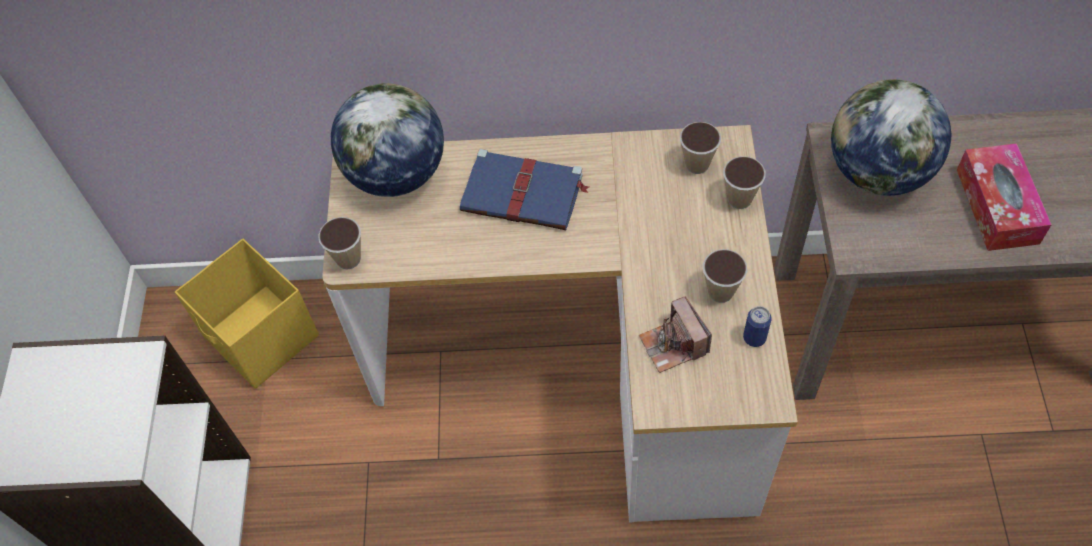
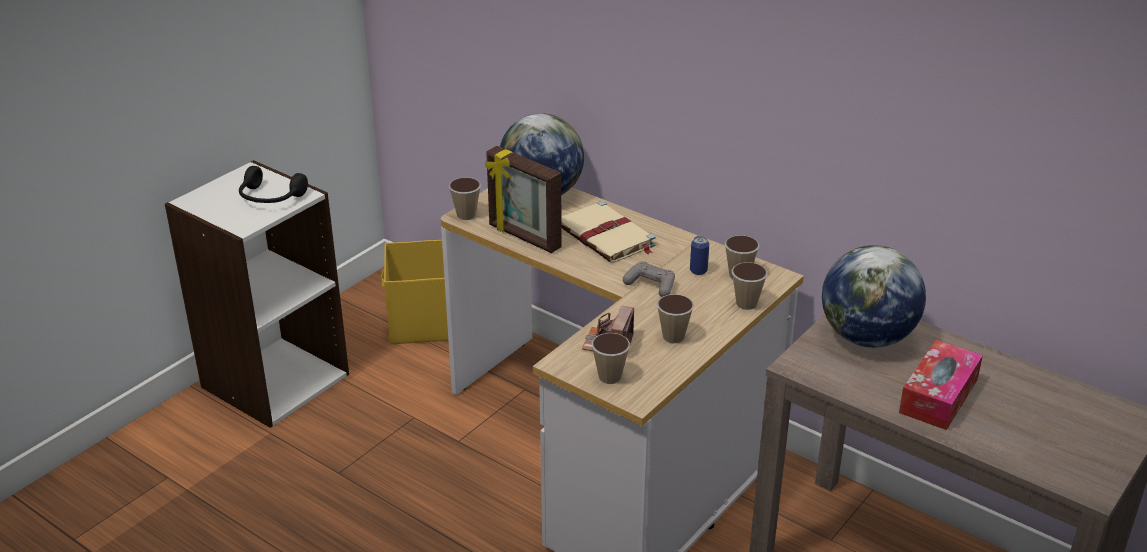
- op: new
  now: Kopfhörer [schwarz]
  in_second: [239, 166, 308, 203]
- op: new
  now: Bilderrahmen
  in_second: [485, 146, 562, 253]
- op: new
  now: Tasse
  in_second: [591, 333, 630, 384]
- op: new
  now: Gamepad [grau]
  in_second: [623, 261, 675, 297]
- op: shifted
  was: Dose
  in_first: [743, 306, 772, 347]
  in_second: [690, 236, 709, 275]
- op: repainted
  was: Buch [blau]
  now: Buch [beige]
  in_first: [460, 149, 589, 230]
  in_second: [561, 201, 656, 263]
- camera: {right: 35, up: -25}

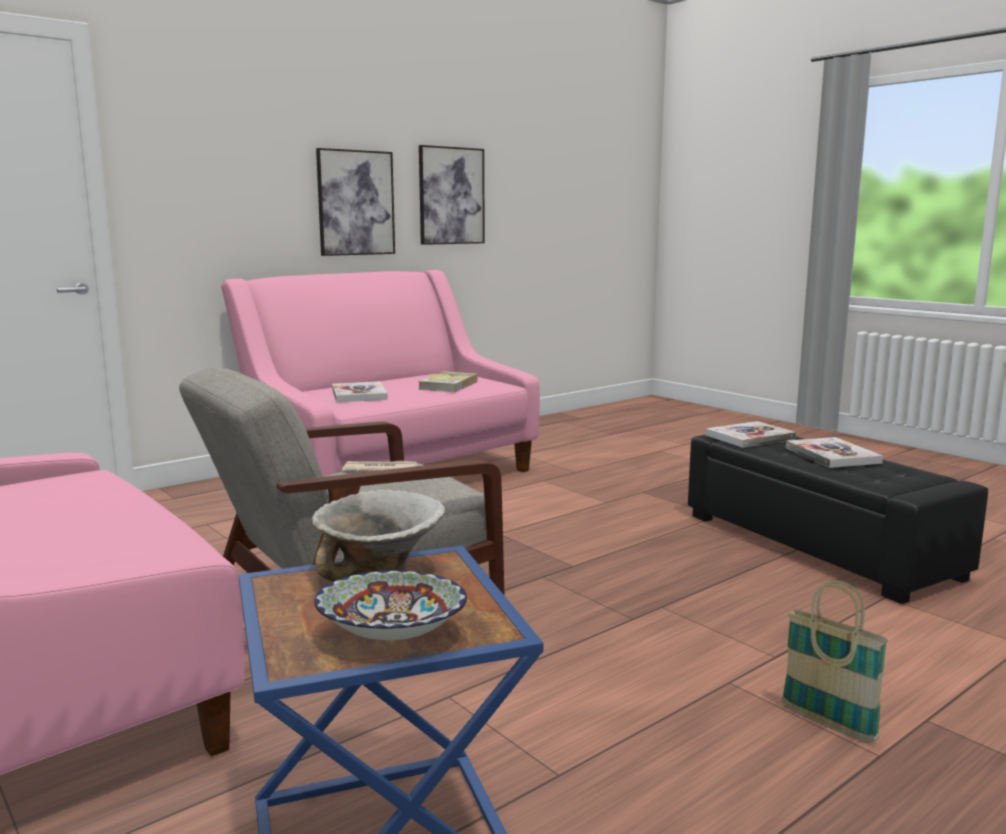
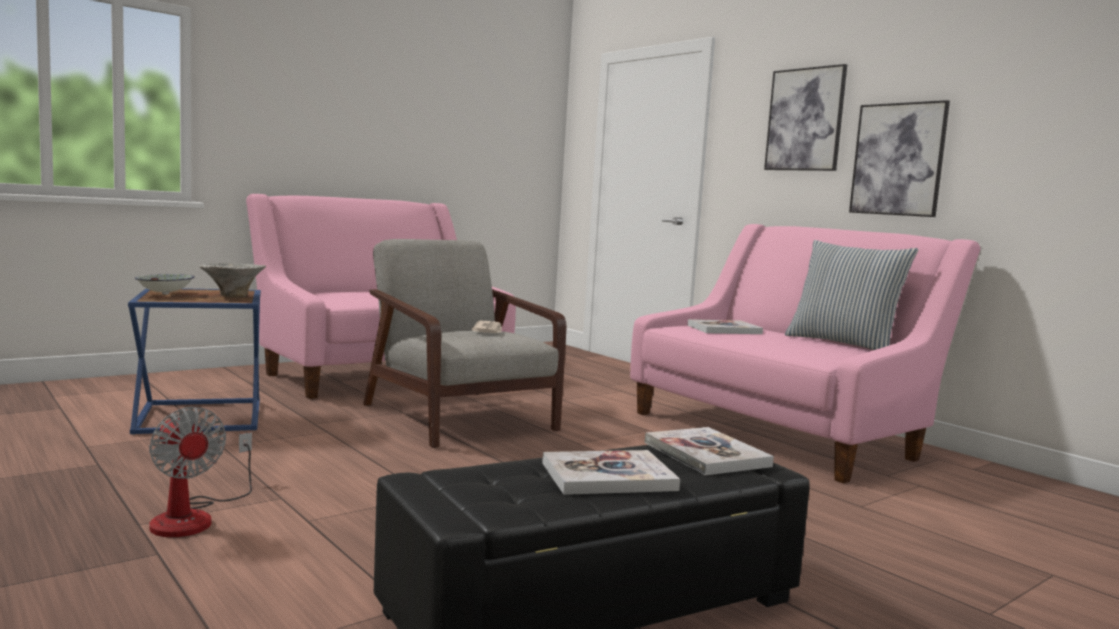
- op: gone
  was: Buch
  in_first: [418, 371, 478, 392]
- op: new
  now: Kissen
  in_second: [785, 240, 919, 350]
- op: shifted
  was: Bild
  in_first: [419, 145, 485, 245]
  in_second: [764, 64, 847, 171]
- op: swapped
  was: Korb
  now: Ventilator
  in_first: [781, 580, 888, 744]
  in_second: [149, 407, 252, 537]
- camera: {right: 90, up: -5}

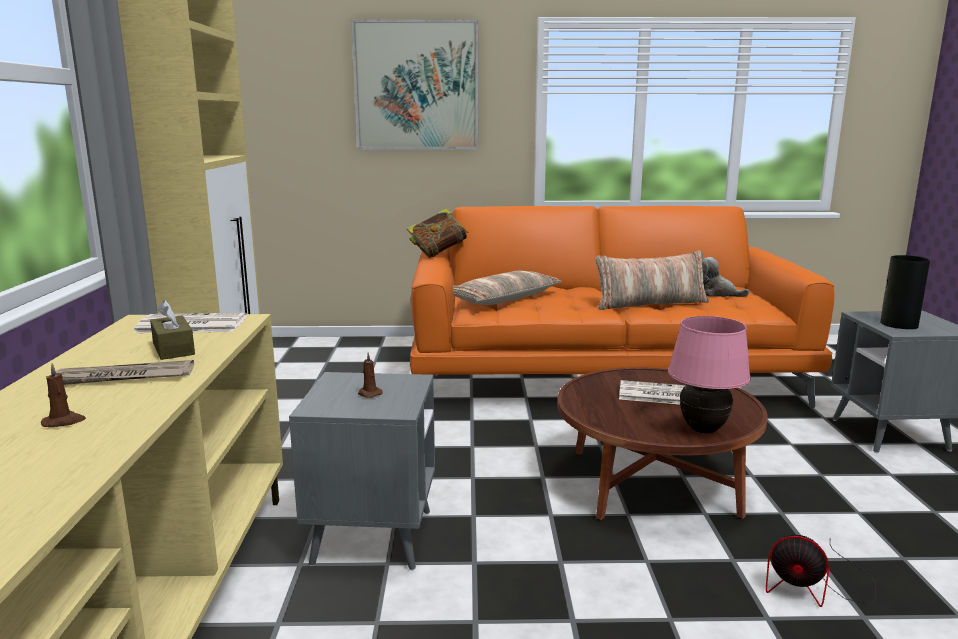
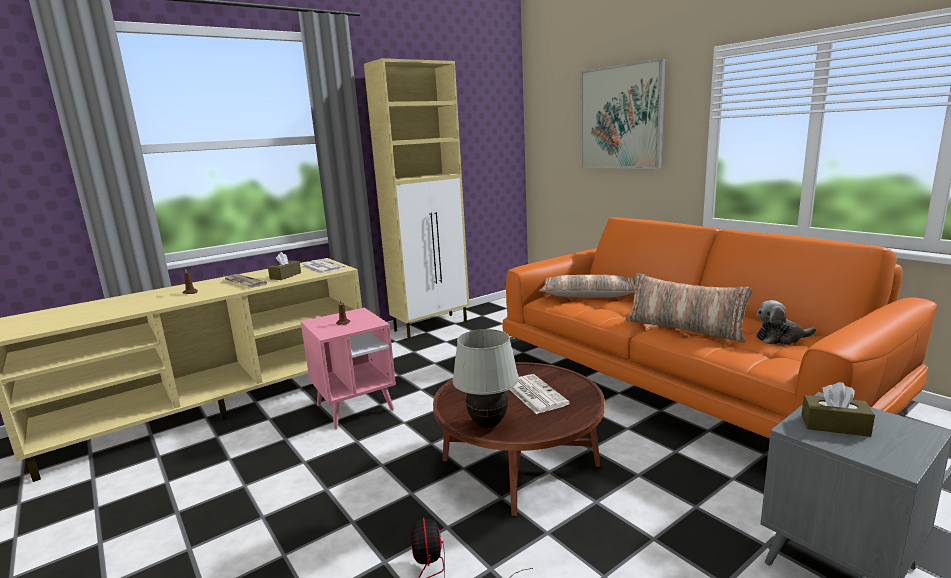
- op: gone
  was: Buch
  in_first: [407, 208, 469, 258]
- op: swapped
  was: Vase
  now: Taschentuchbox [braun]
  in_first: [880, 255, 930, 329]
  in_second: [802, 382, 875, 437]
- op: repainted
  was: Beistelltisch [grau]
  now: Beistelltisch [rosa]
  in_first: [289, 372, 435, 571]
  in_second: [301, 308, 396, 429]
- op: repainted
  was: Tischlampe [rosa]
  now: Tischlampe [weiß]
  in_first: [668, 316, 751, 433]
  in_second: [452, 329, 519, 428]
- op: rotated
  was: Plüschtier
  in_first: [702, 257, 750, 297]
  in_second: [756, 300, 816, 345]
  clockwise: -90
- camera: {right: 55, up: 0}

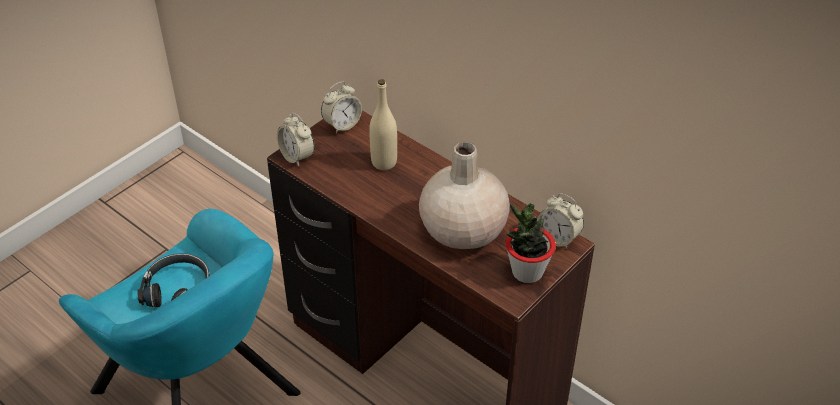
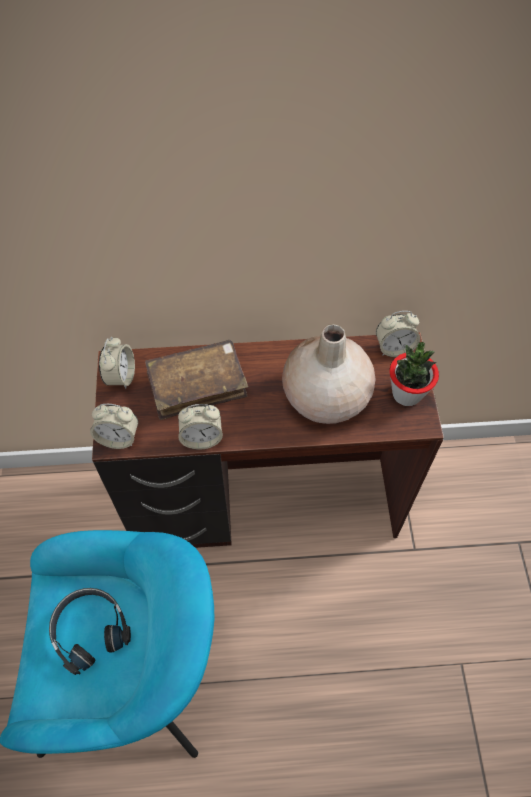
- op: new
  now: Wecker
  in_second: [178, 404, 223, 450]
- op: swapped
  was: Flasche [beige]
  now: Buch [braun]
  in_first: [369, 79, 397, 170]
  in_second: [145, 340, 248, 420]
- camera: {right: -45, up: 15}

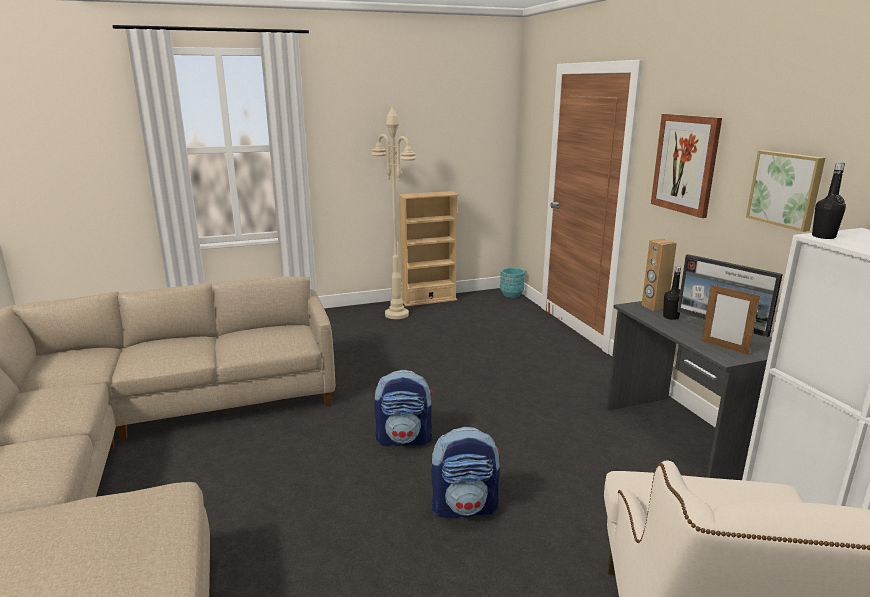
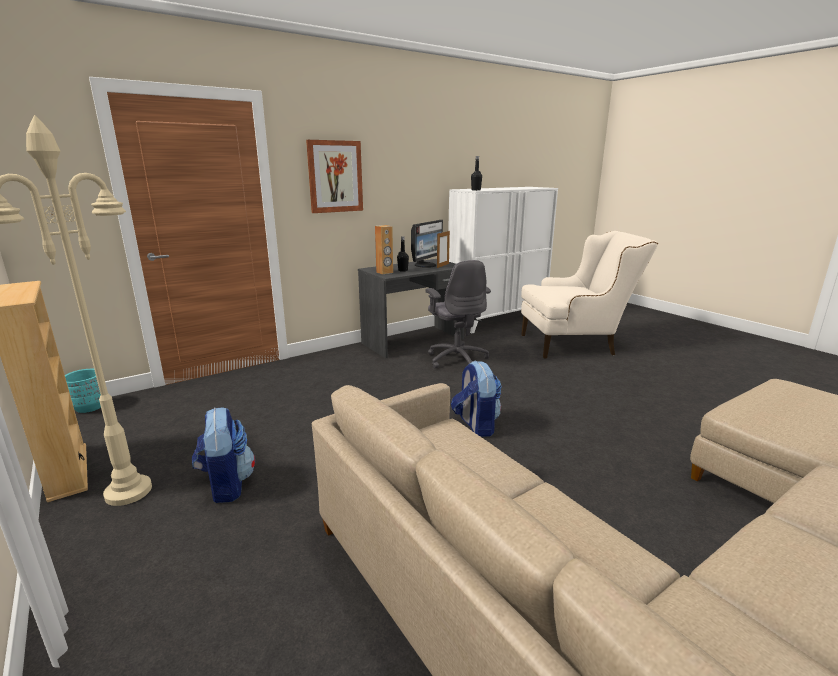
- op: gone
  was: Bild
  in_first: [746, 150, 825, 232]
- op: new
  now: Bürostuhl [grau]
  in_second: [425, 260, 491, 368]
- op: shifted
  was: Rucksack
  in_first: [432, 426, 500, 517]
  in_second: [192, 407, 255, 503]
- camera: {right: -105, up: 0}

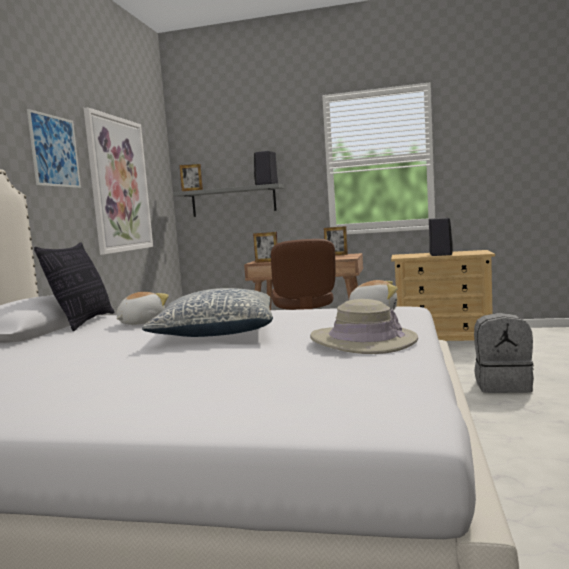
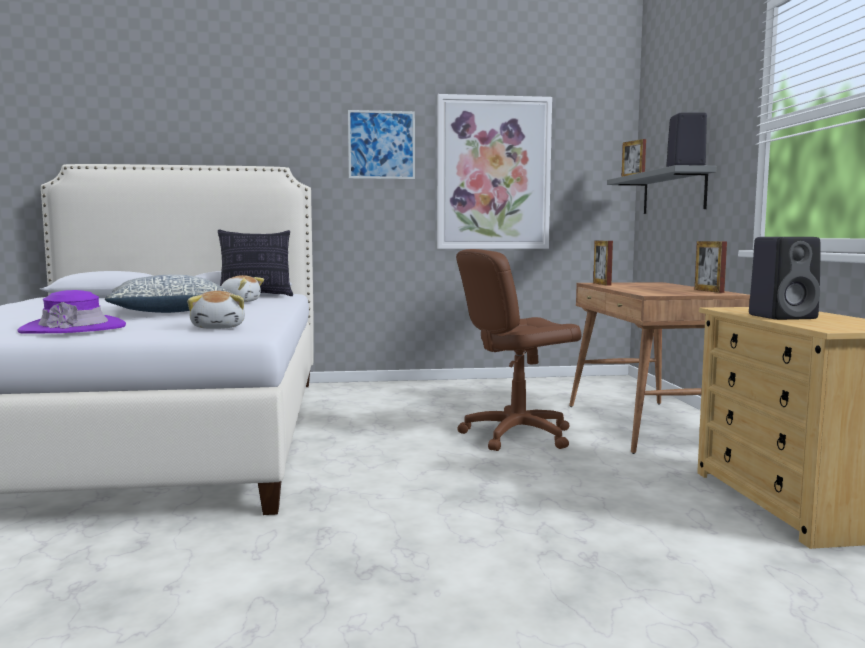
- op: gone
  was: Rucksack [grau]
  in_first: [474, 313, 534, 393]
- op: repainted
  was: Hut [beige]
  now: Hut [lila]
  in_first: [310, 299, 418, 354]
  in_second: [17, 290, 126, 334]
- camera: {right: 70, up: 0}

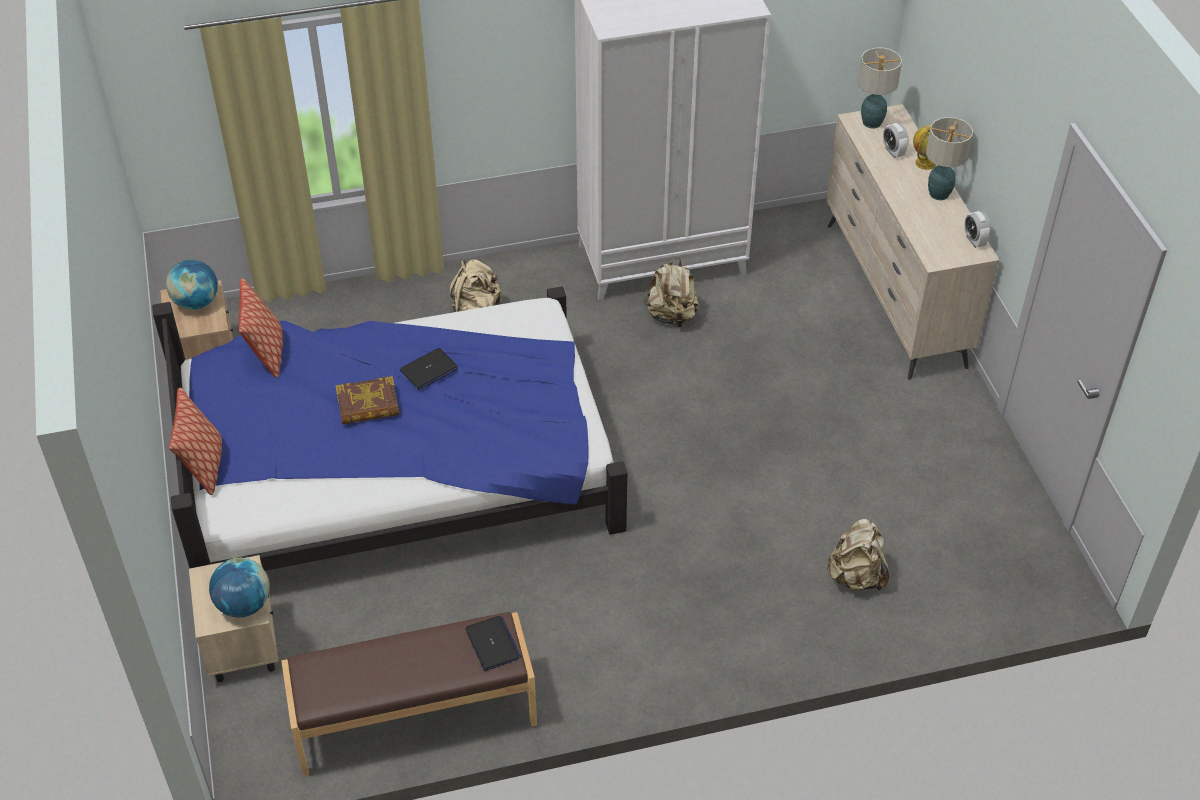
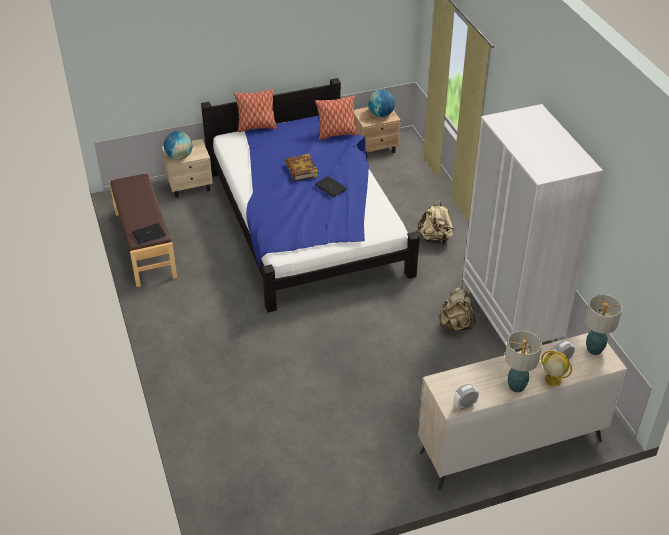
- op: gone
  was: Rucksack [beige]
  in_first: [827, 518, 890, 591]
- camera: {right: 85, up: -5}

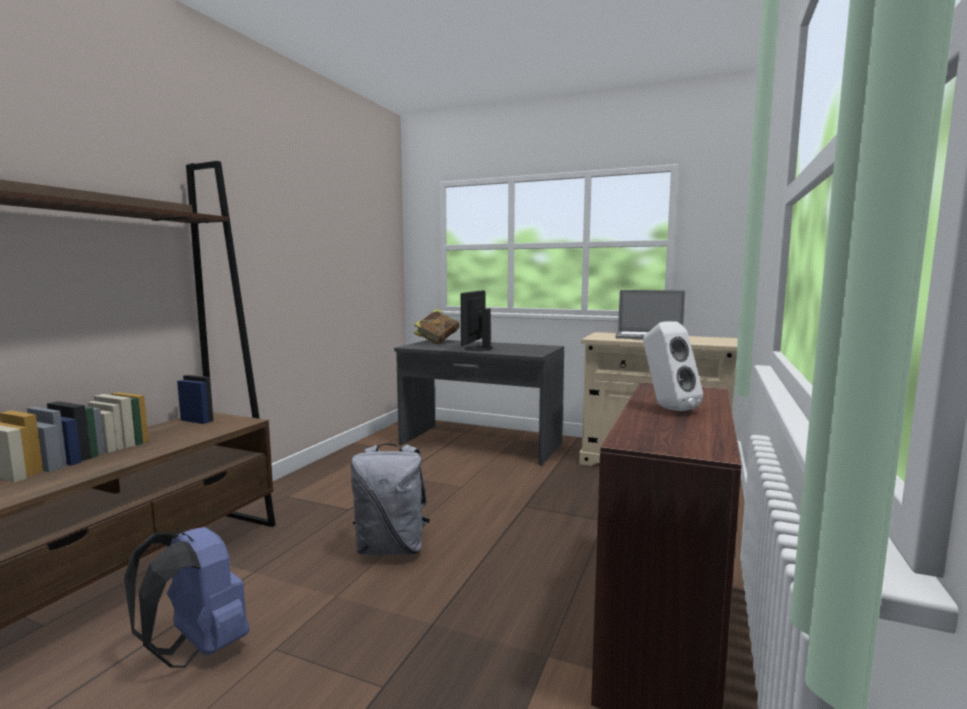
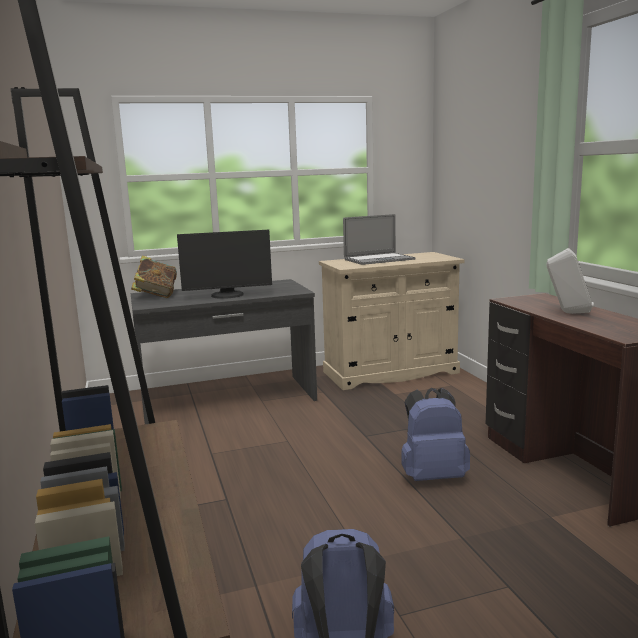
- op: gone
  was: Rucksack [grau]
  in_first: [350, 443, 430, 556]
- op: new
  now: Rucksack [blau]
  in_second: [401, 388, 470, 481]
- op: rotated
  was: Monitor
  in_first: [461, 290, 493, 351]
  in_second: [177, 230, 272, 299]
  clockwise: -75
- camera: {right: -40, up: 5}

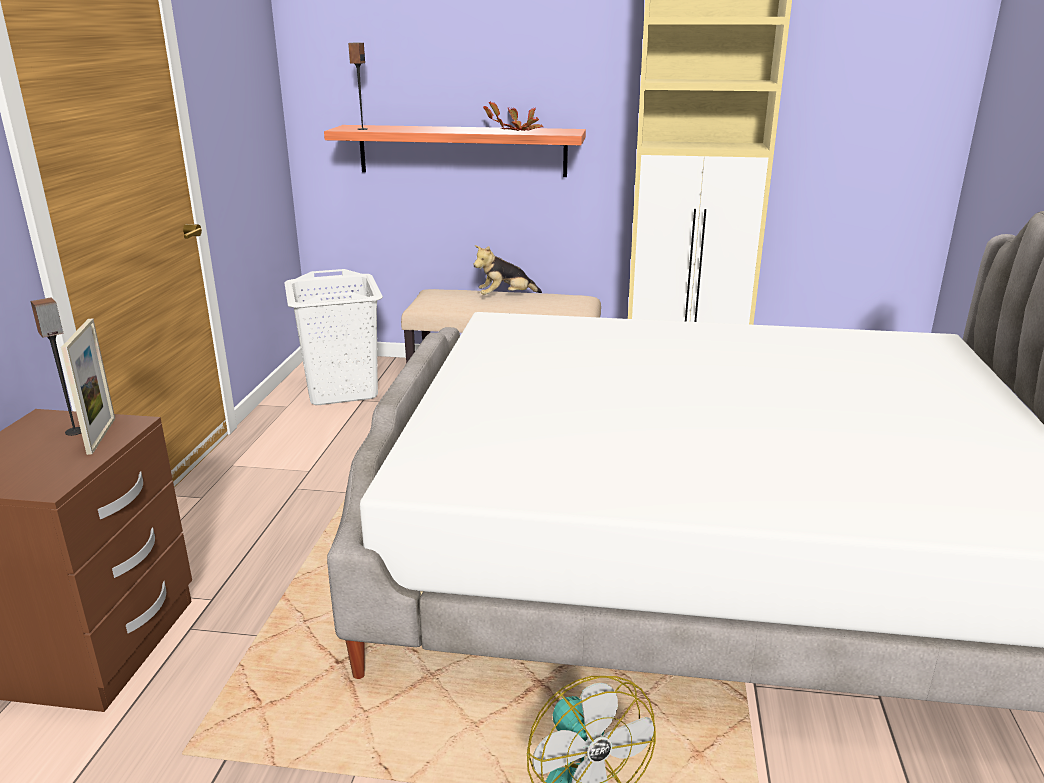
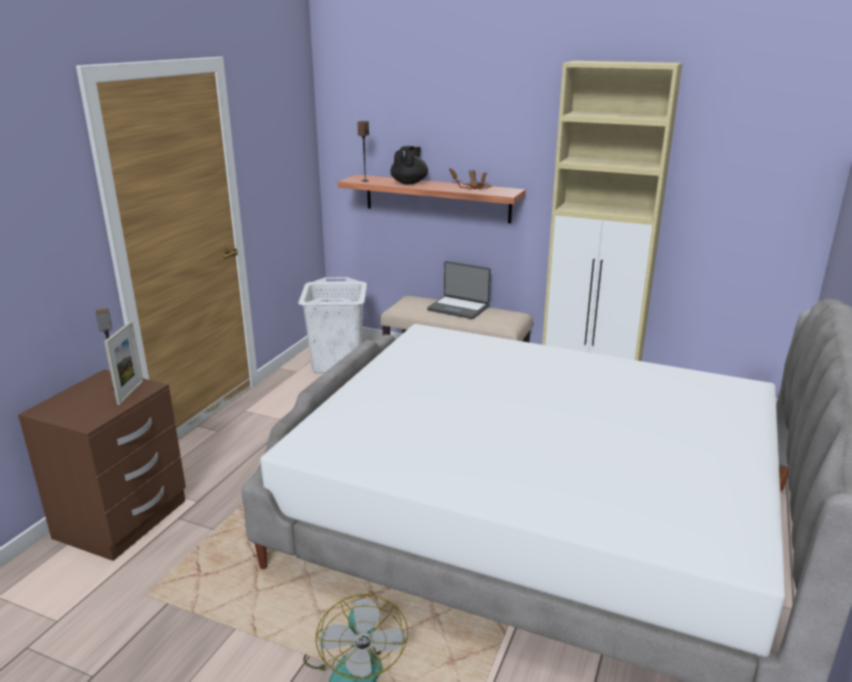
- op: new
  now: Teekanne [schwarz]
  in_second: [390, 146, 428, 184]
- op: swapped
  was: Plüschtier
  now: Laptop
  in_first: [473, 245, 542, 295]
  in_second: [427, 261, 491, 319]
- camera: {right: 15, up: 0}

